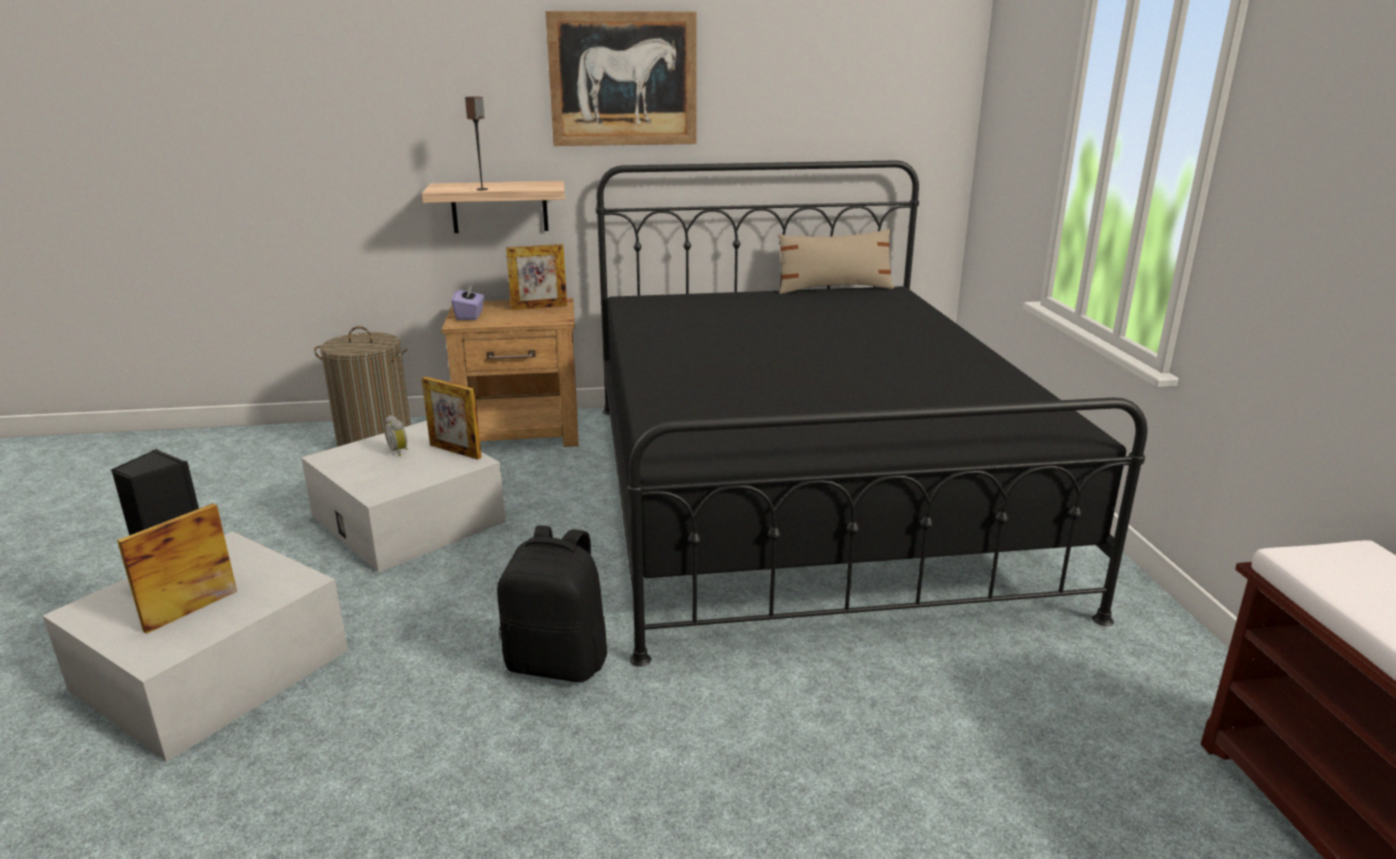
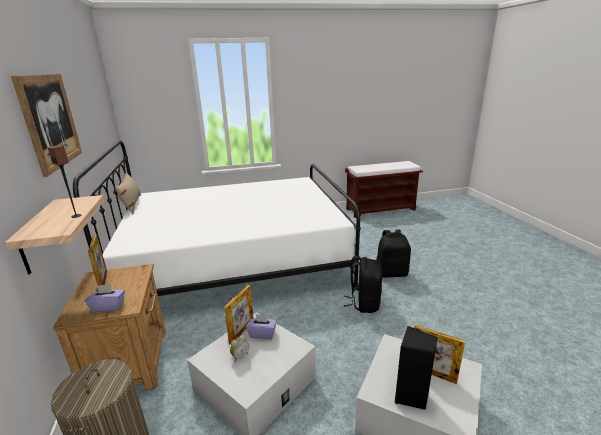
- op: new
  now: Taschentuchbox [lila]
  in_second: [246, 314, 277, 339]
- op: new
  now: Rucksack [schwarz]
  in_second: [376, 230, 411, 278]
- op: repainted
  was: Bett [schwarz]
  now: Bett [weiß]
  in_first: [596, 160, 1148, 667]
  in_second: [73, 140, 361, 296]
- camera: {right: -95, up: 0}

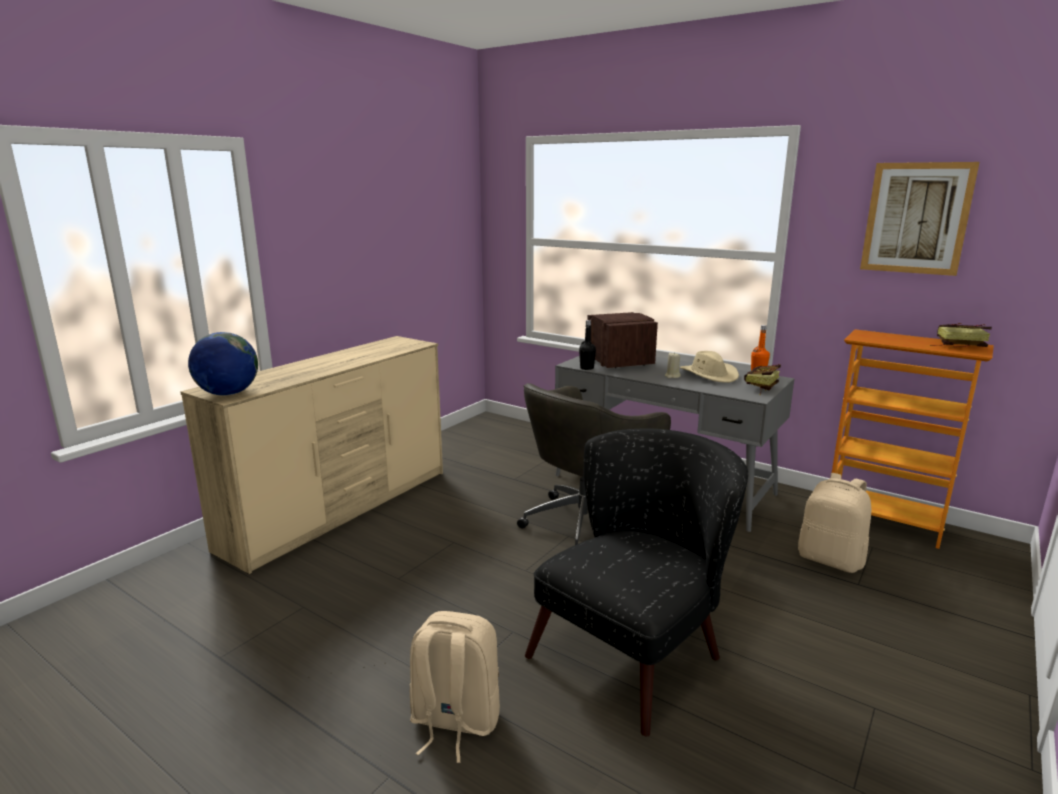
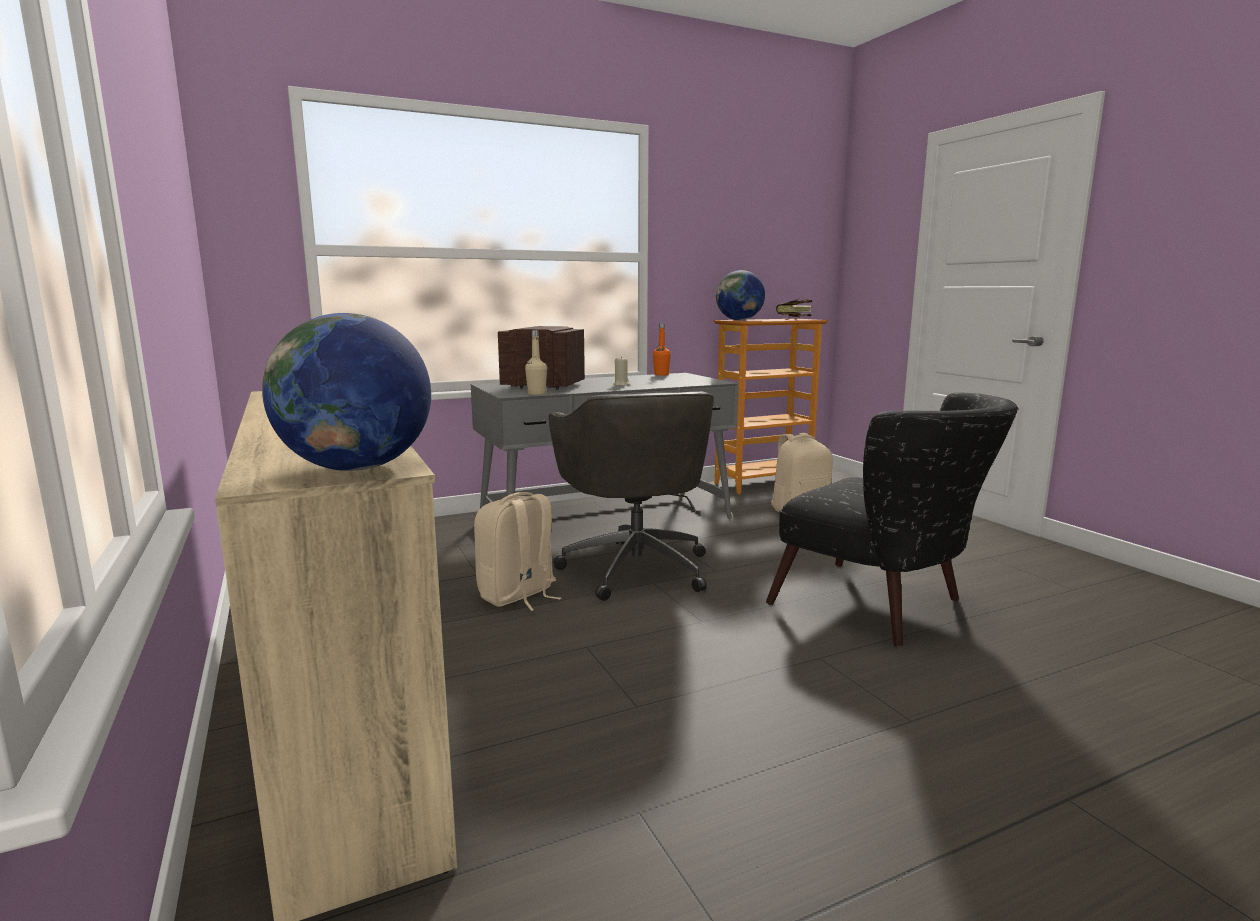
- op: gone
  was: Hut [beige]
  in_first: [680, 351, 739, 383]
- op: gone
  was: Buch
  in_first: [744, 364, 781, 395]
- op: gone
  was: Bild
  in_first: [860, 162, 980, 276]
- op: new
  now: Globus
  in_second: [716, 270, 765, 320]
- op: shifted
  was: Rucksack [beige]
  in_first: [410, 611, 500, 763]
  in_second: [474, 492, 561, 611]
- op: repainted
  was: Flasche [schwarz]
  now: Flasche [beige]
  in_first: [579, 320, 596, 370]
  in_second: [525, 330, 547, 395]
- op: rotated
  was: Sessel [schwarz]
  in_first: [525, 429, 748, 736]
  in_second: [766, 392, 1019, 647]
  clockwise: 150
- camera: {right: -60, up: -5}

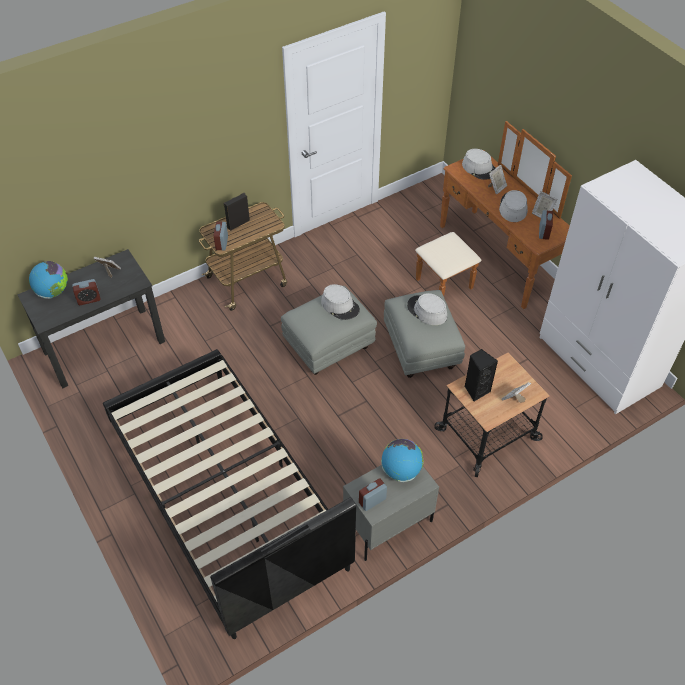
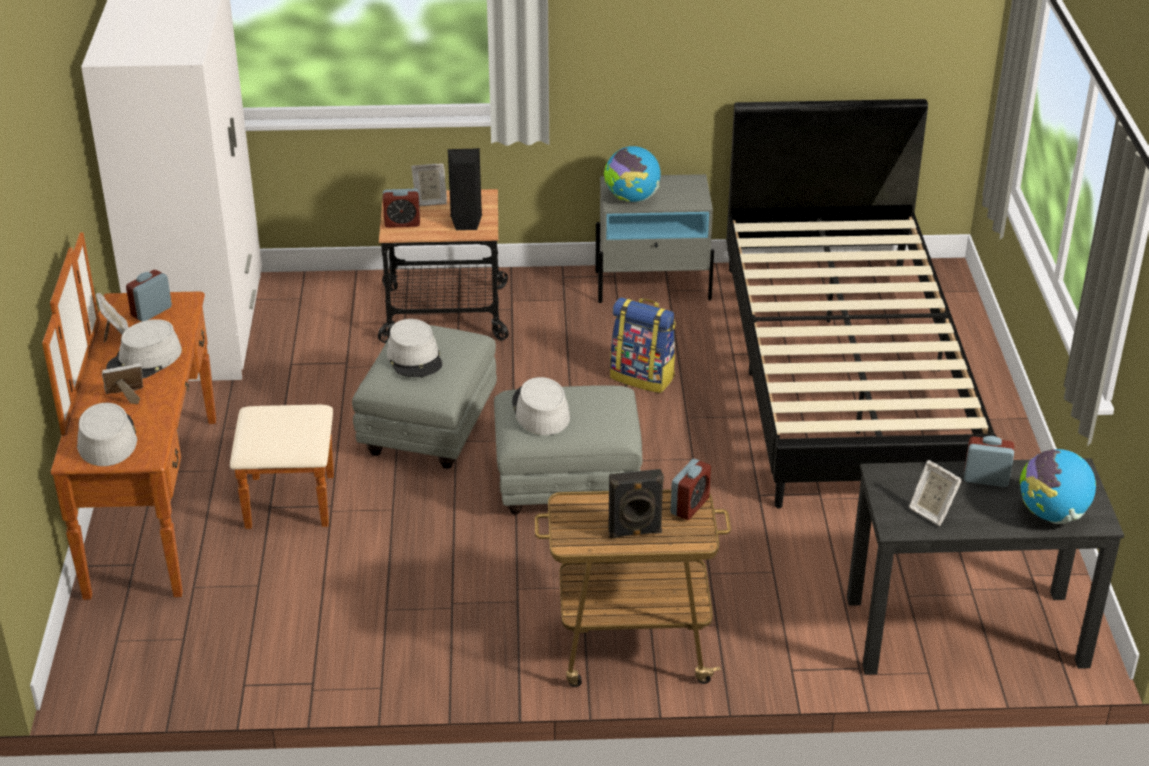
- op: new
  now: Rucksack
  in_second: [610, 297, 676, 393]
- op: shifted
  was: Wecker
  in_first: [359, 478, 387, 511]
  in_second: [383, 189, 420, 228]
- camera: {right: -150, up: -15}

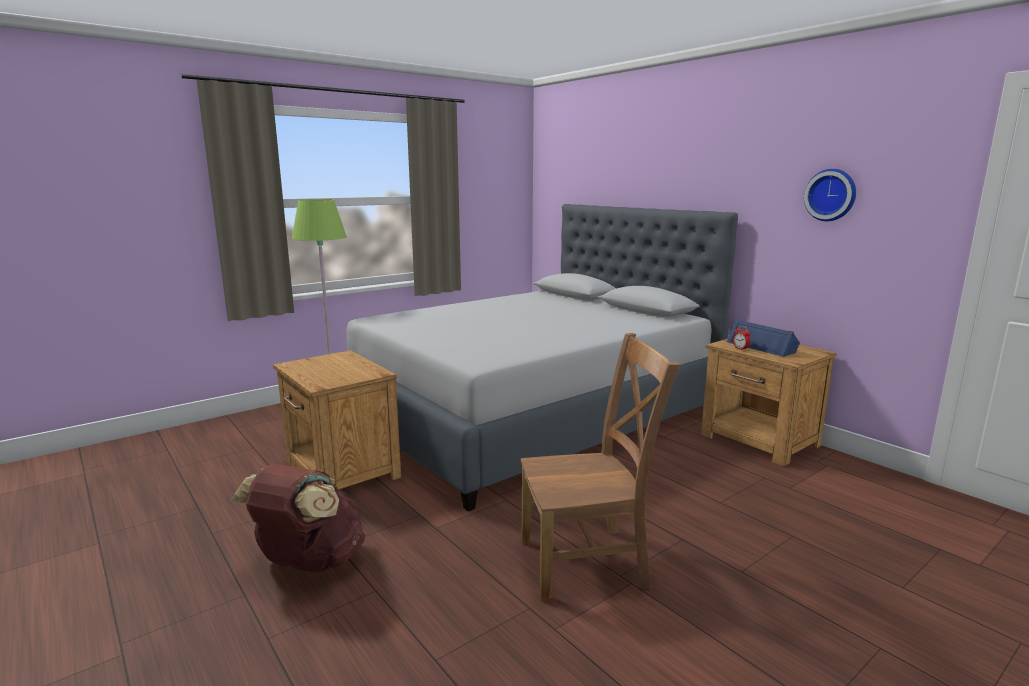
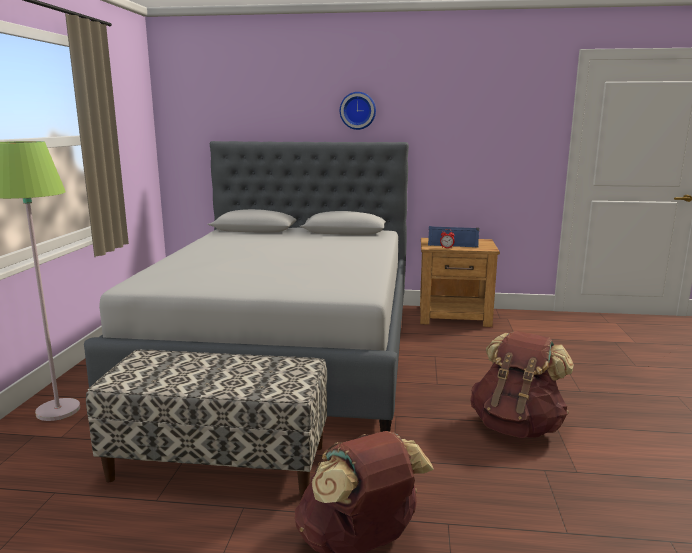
- op: shifted
  was: Wanduhr
  in_first: [804, 169, 856, 221]
  in_second: [340, 92, 376, 130]
- op: swapped
  was: Nachttisch [braun]
  now: Bank
  in_first: [273, 350, 401, 489]
  in_second: [86, 350, 327, 497]
- op: swapped
  was: Stuhl [braun]
  now: Rucksack [braun]
  in_first: [521, 333, 680, 601]
  in_second: [470, 331, 574, 438]
- camera: {right: -45, up: 0}

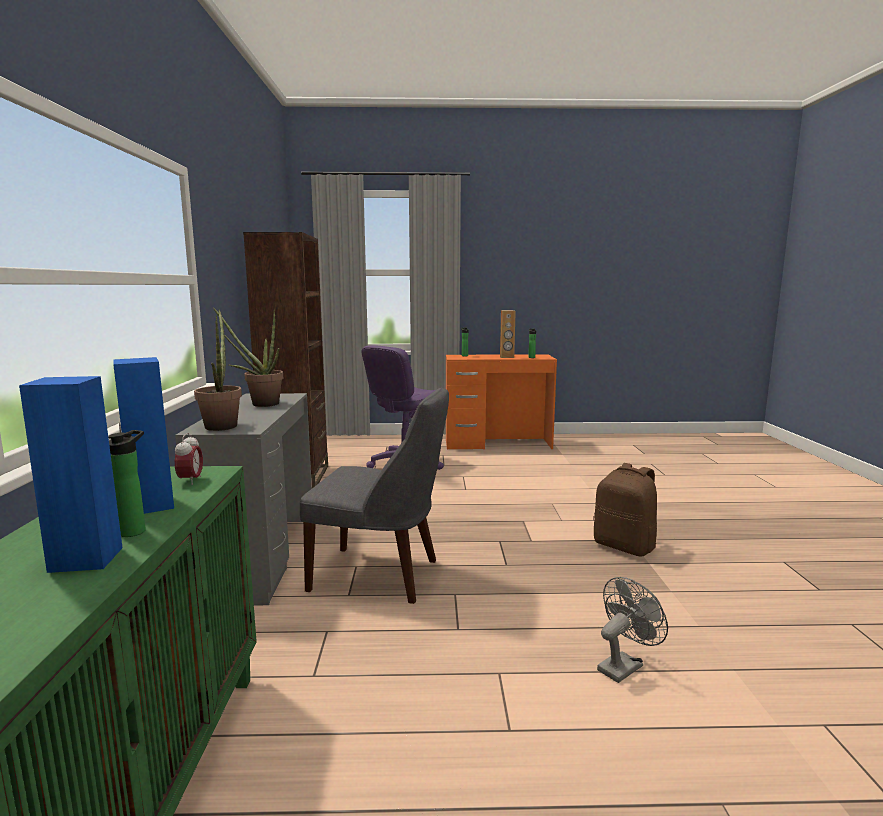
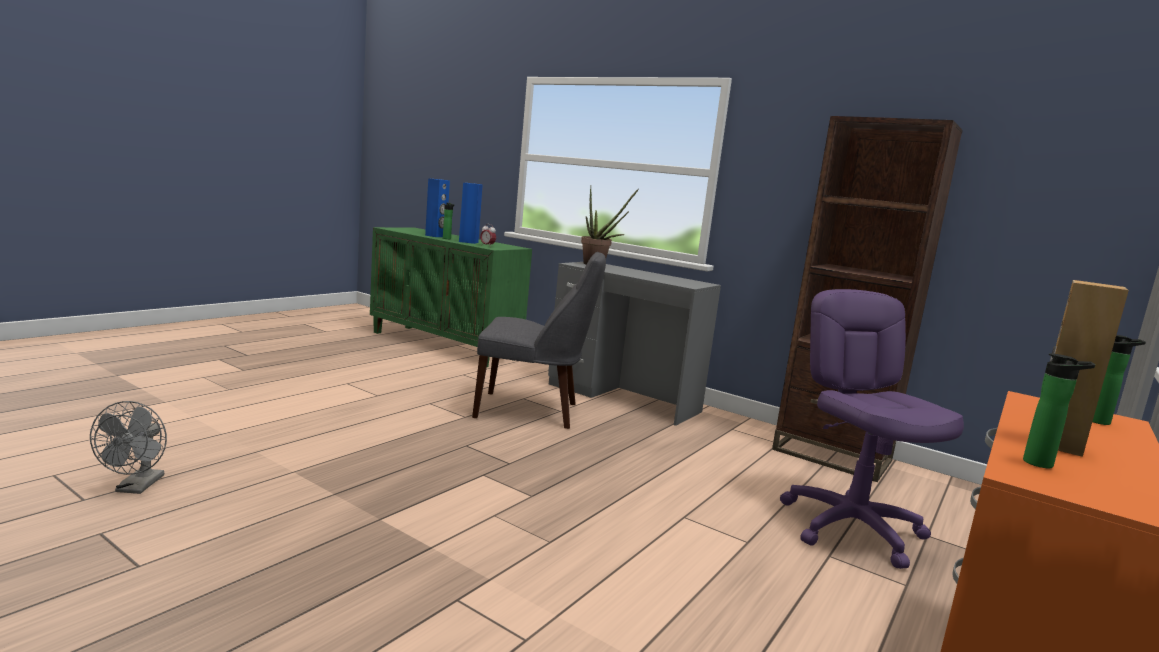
- op: gone
  was: Topfpflanze
  in_first: [213, 307, 283, 407]
- op: gone
  was: Rucksack [braun]
  in_first: [593, 463, 657, 557]
- op: shifted
  was: Ventilator [grau]
  in_first: [597, 577, 668, 683]
  in_second: [90, 401, 167, 494]
- op: rotated
  was: Stuhl [grau]
  in_first: [300, 388, 449, 604]
  in_second: [472, 252, 606, 429]
  clockwise: -135
- camera: {right: 125, up: 0}

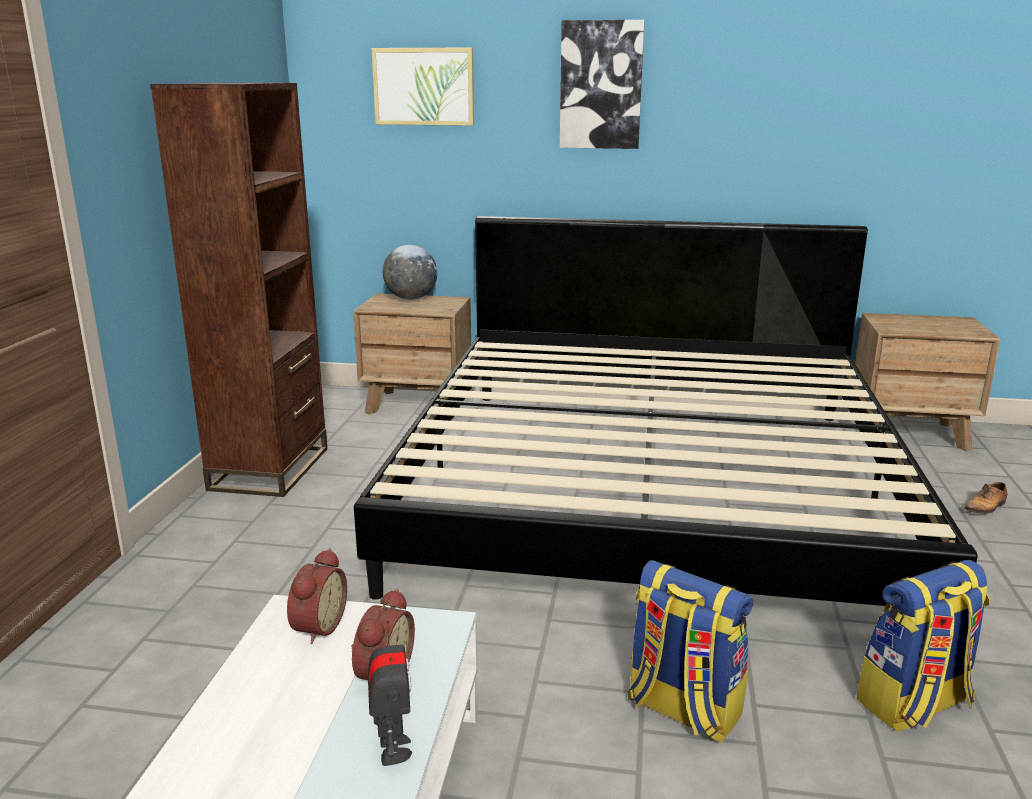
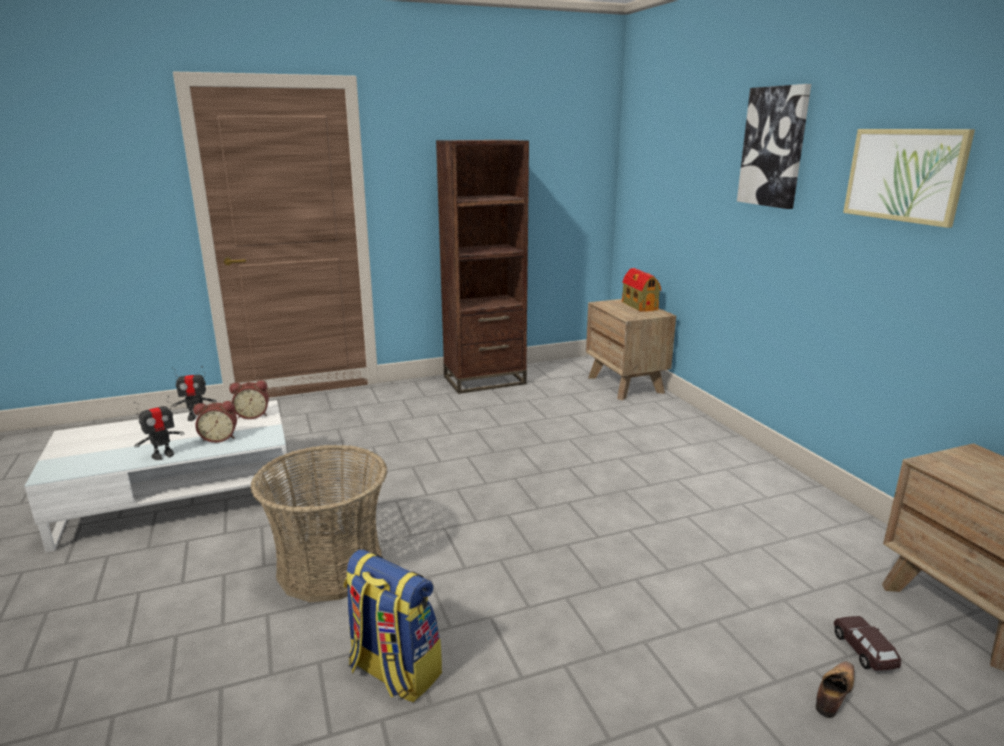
- op: gone
  was: Bett
  in_first: [354, 216, 977, 606]
- op: new
  now: Spielzeugroboter
  in_second: [172, 366, 217, 421]
- op: new
  now: Spielzeugauto [braun]
  in_second: [834, 616, 901, 671]
- op: shifted
  was: Bild
  in_first: [371, 48, 474, 126]
  in_second: [843, 129, 975, 228]
- op: swapped
  was: Globus
  now: Spielzeughaus
  in_first: [383, 245, 437, 300]
  in_second: [622, 268, 661, 312]
- op: swapped
  was: Rucksack
  now: Korb
  in_first: [628, 560, 753, 743]
  in_second: [250, 445, 387, 602]
- op: rotated
  was: Schuh
  in_first: [964, 482, 1007, 514]
  in_second: [816, 661, 854, 718]
  clockwise: 105
- camera: {right: 60, up: 0}

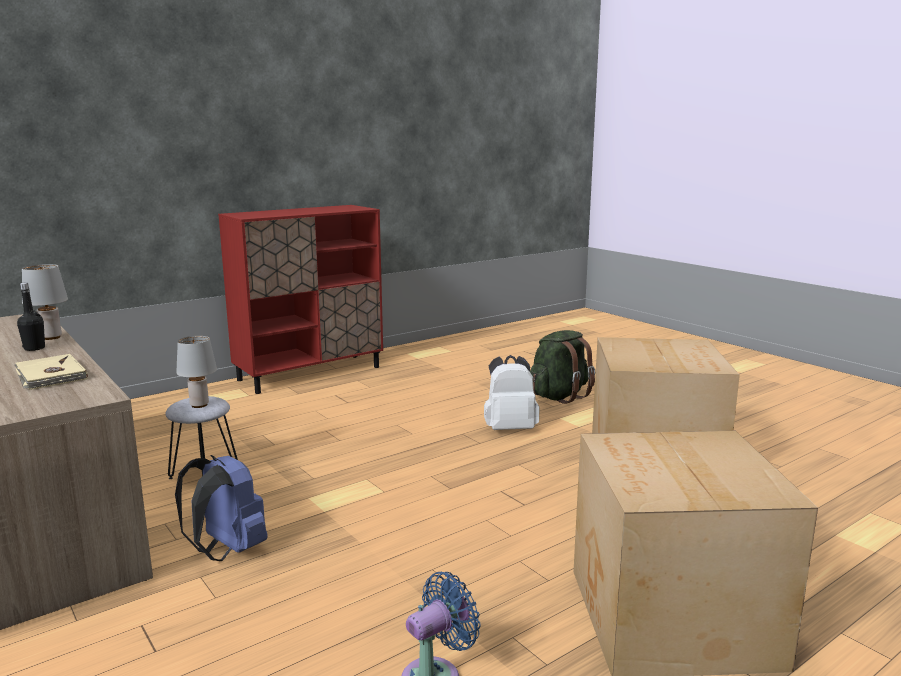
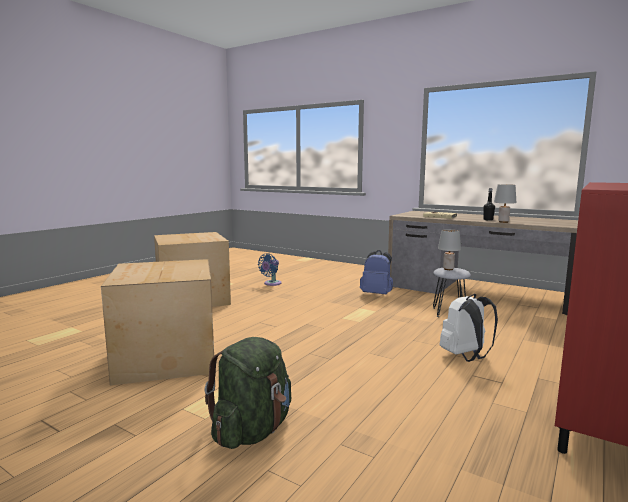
- op: shifted
  was: Rucksack [weiß]
  in_first: [484, 355, 540, 430]
  in_second: [440, 294, 498, 362]
- camera: {right: 160, up: -5}

